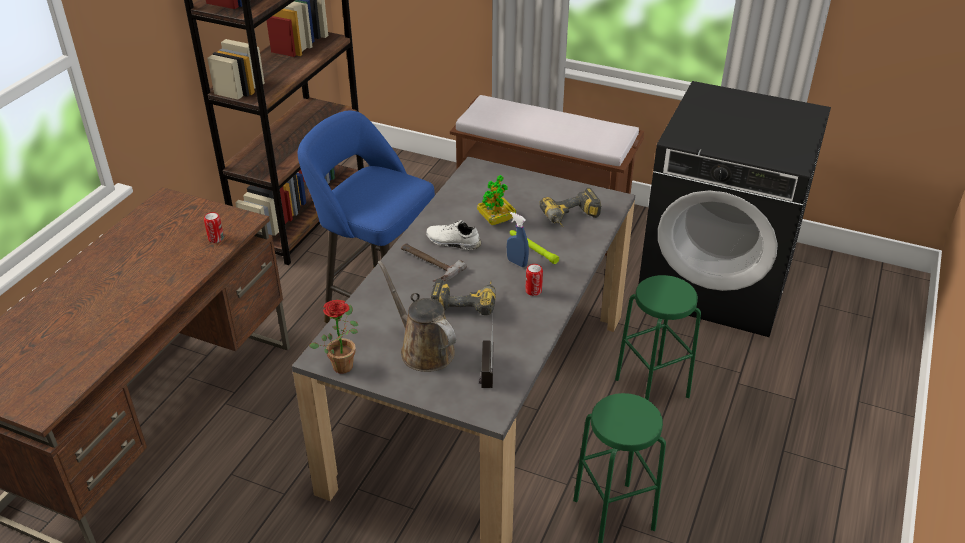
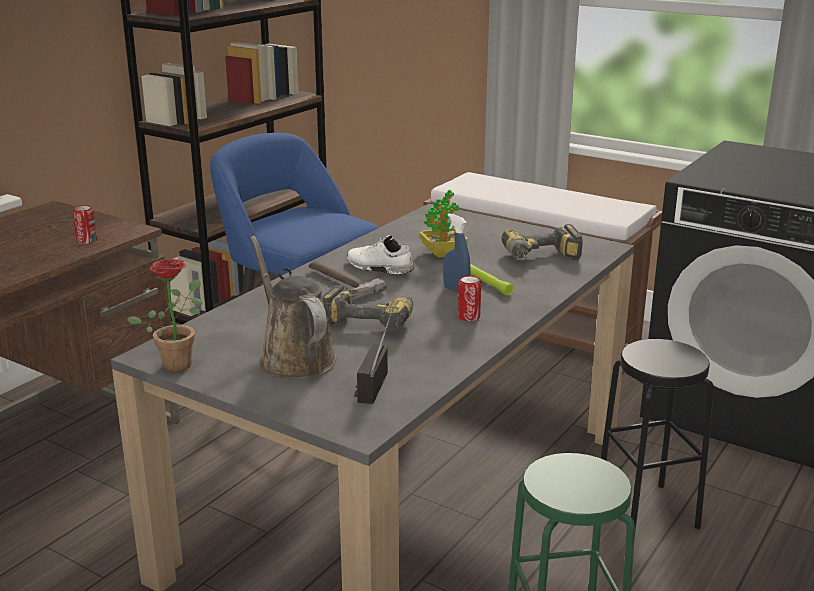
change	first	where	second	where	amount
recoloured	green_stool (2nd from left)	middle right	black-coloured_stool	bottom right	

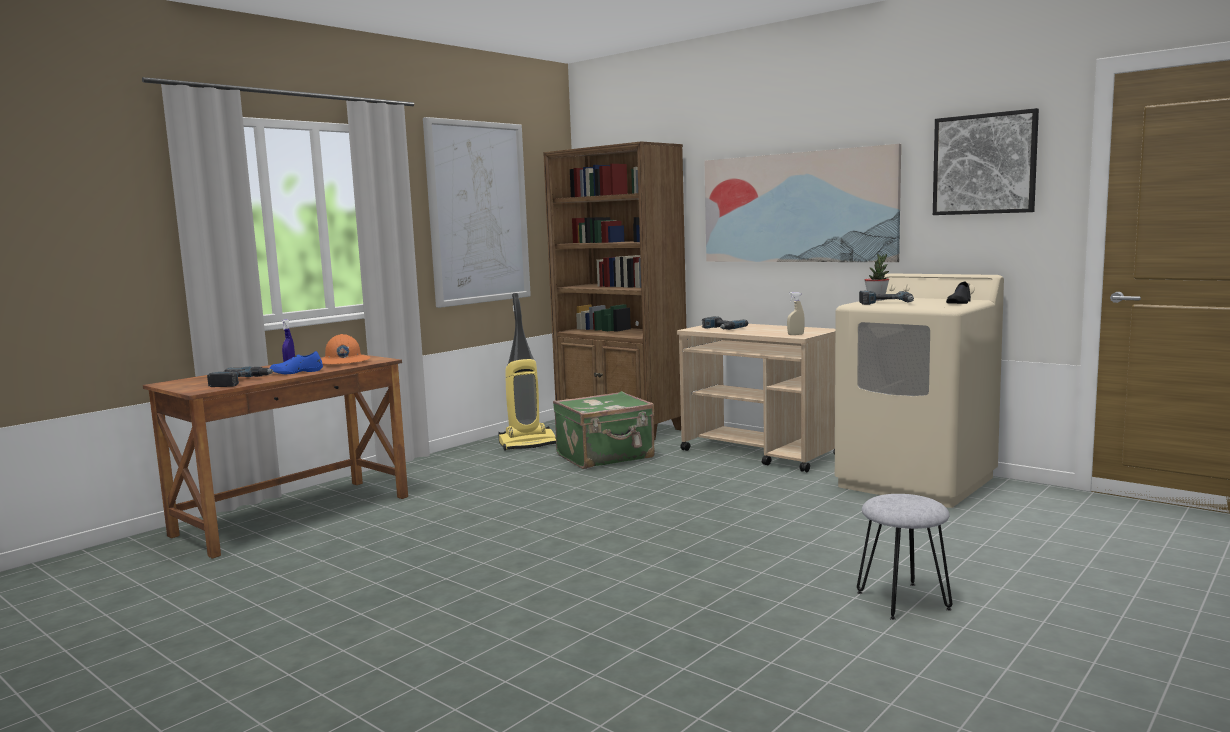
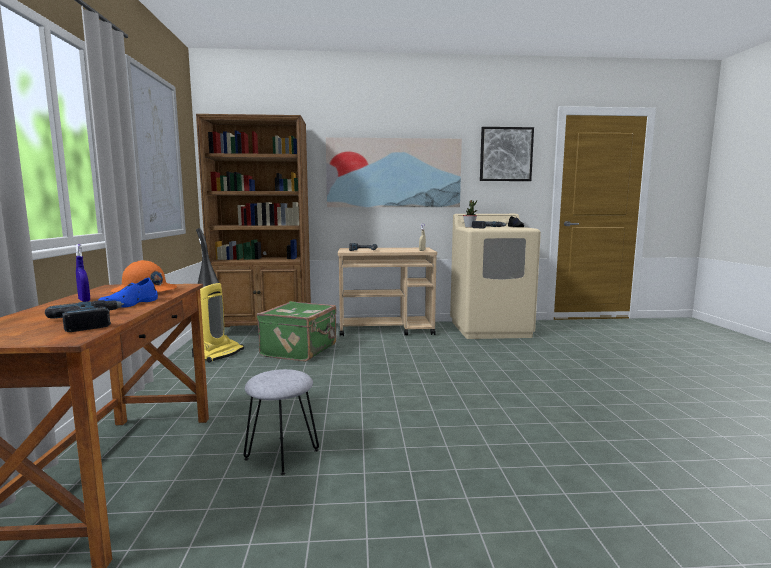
change	first	where	second	where	amount
moved	gray_stool	bottom right		bottom centre	

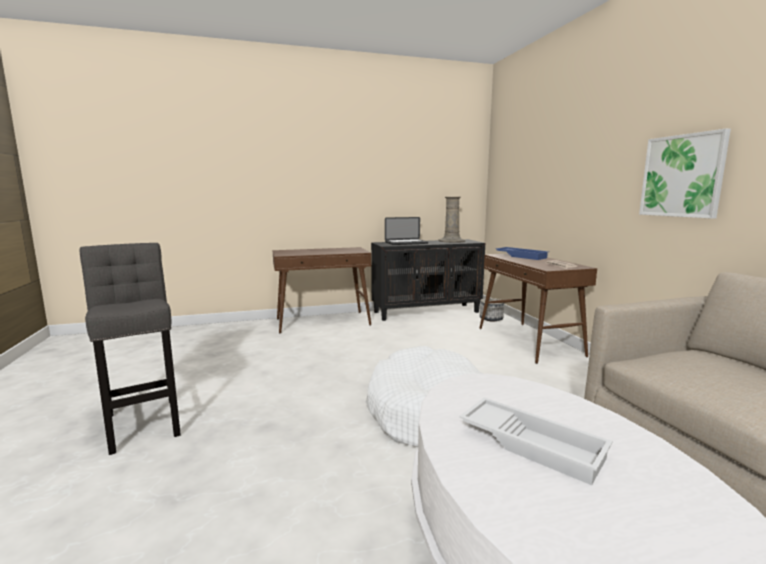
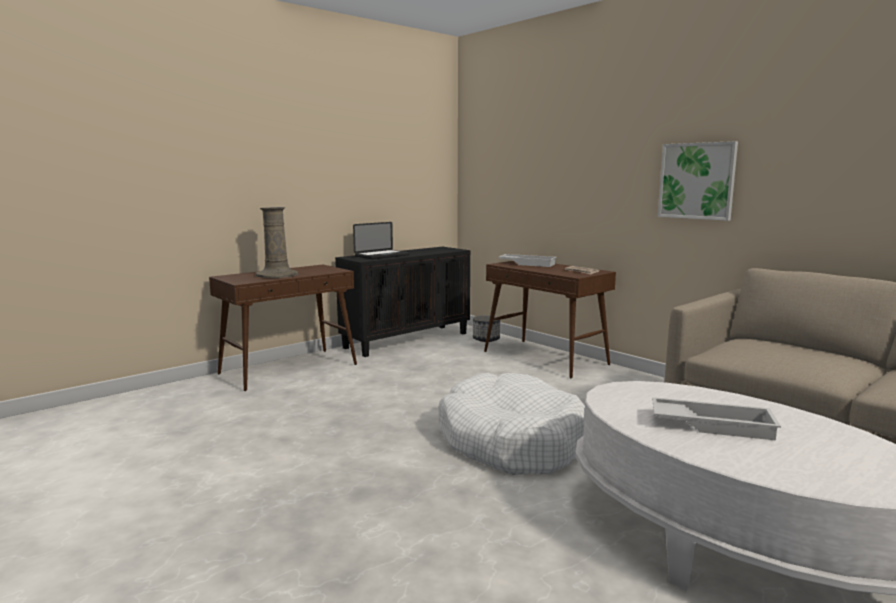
change	first	where	second	where	amount
moved	beige-coloured_vase	centre		middle left	
removed	gray_stool	middle left			
recoloured	blue_carrying_tray	middle right	white-coloured_carrying_tray (1st from left)	centre	

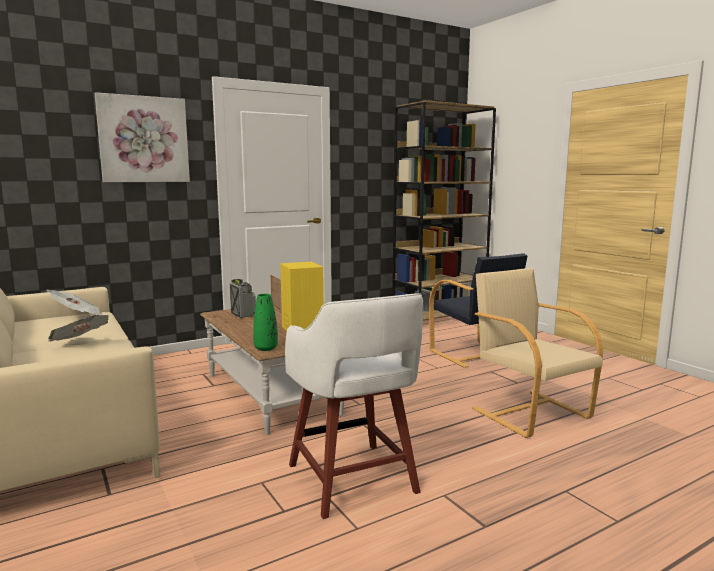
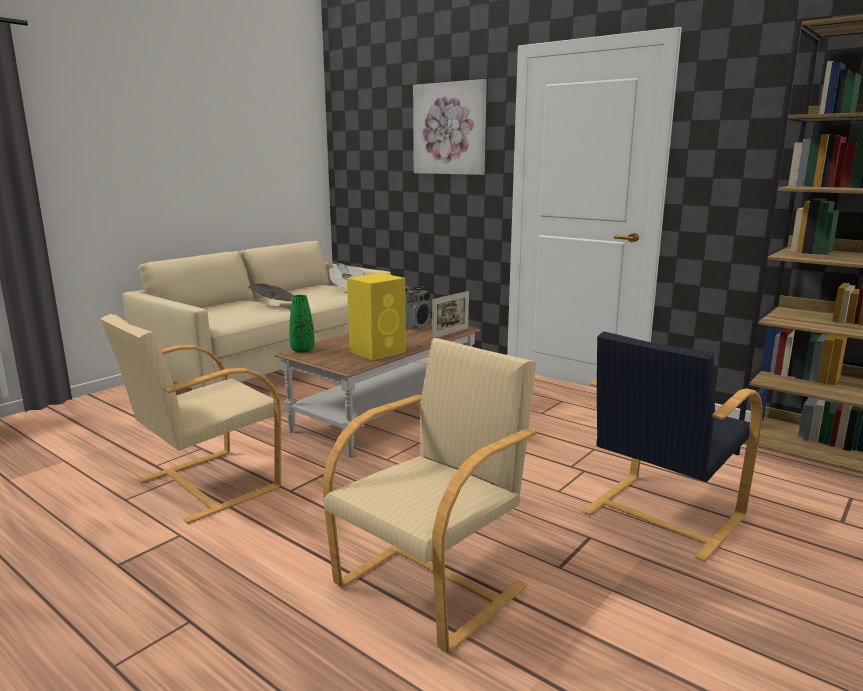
change	first	where	second	where	amount
replaced	white-coloured_stool	bottom centre	beige-coloured_lounge_chair (1st from left)	middle left	

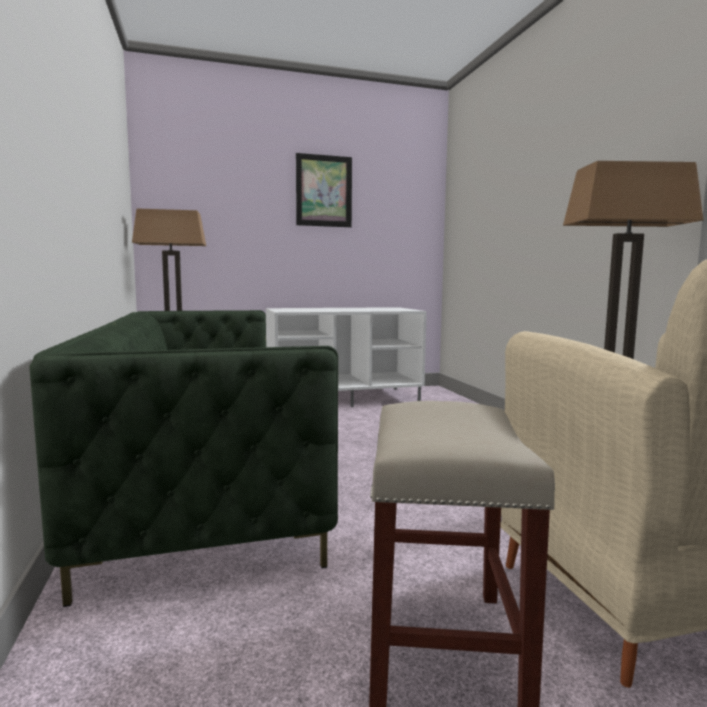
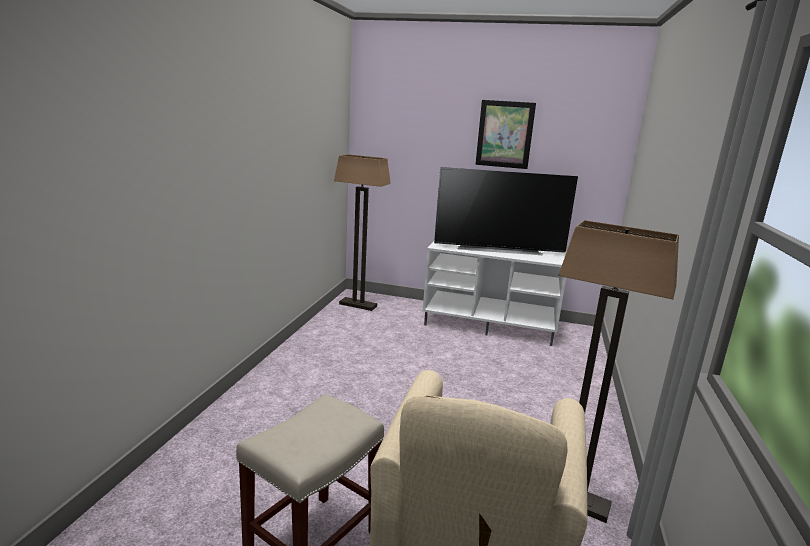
change	first	where	second	where	amount
removed	green_sofa	middle left			
added			TV	centre	

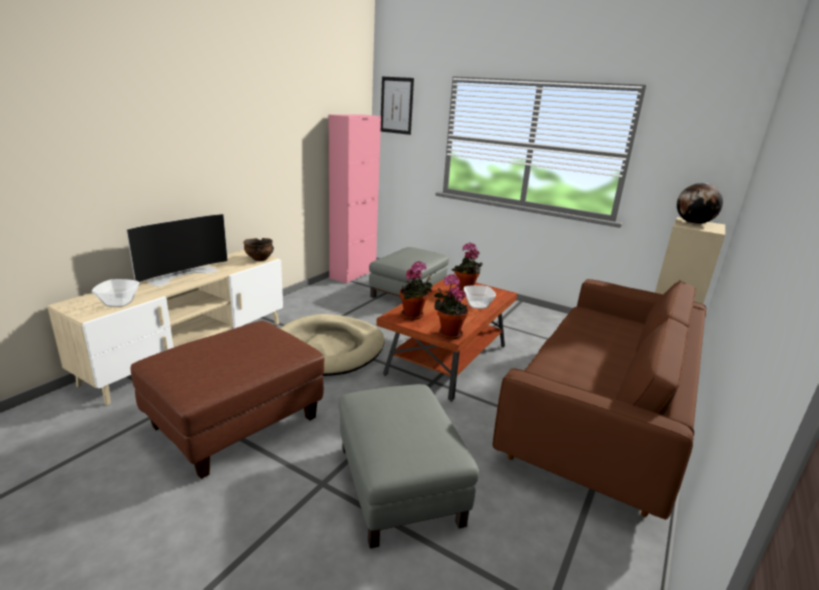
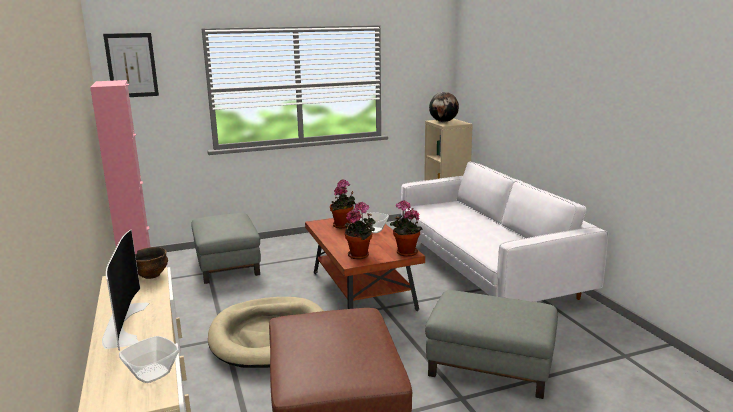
change	first	where	second	where	amount
recoloured	brownish_sofa	bottom right	white-coloured_sofa	middle right	

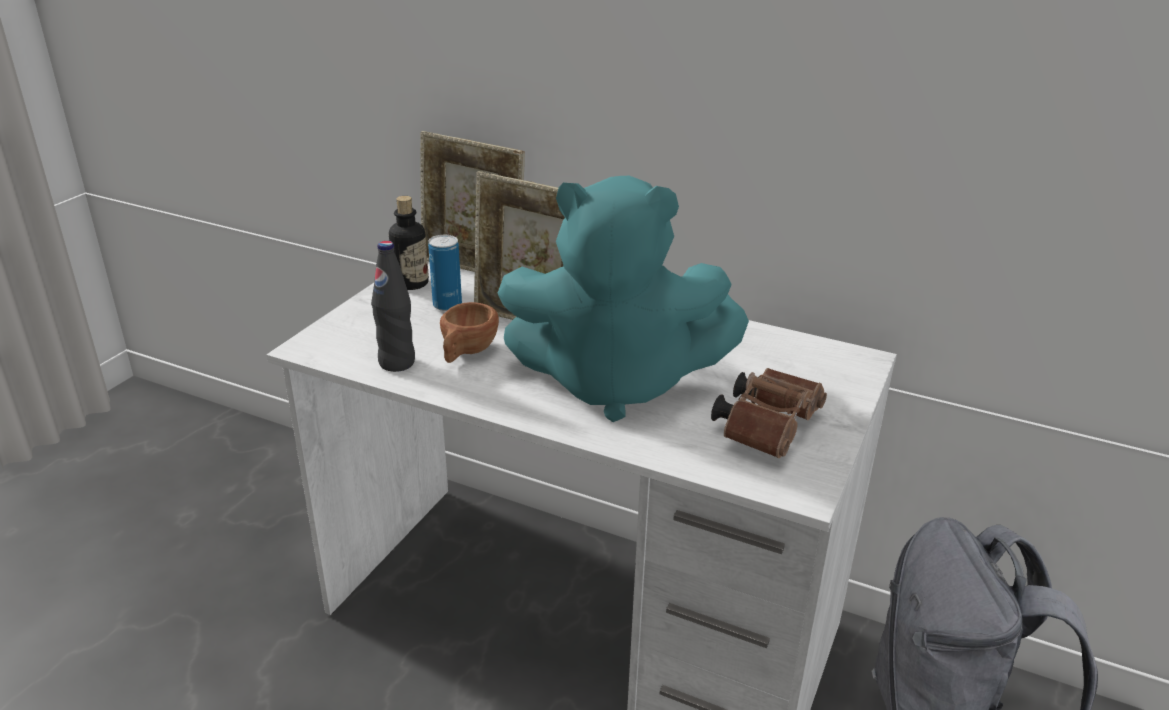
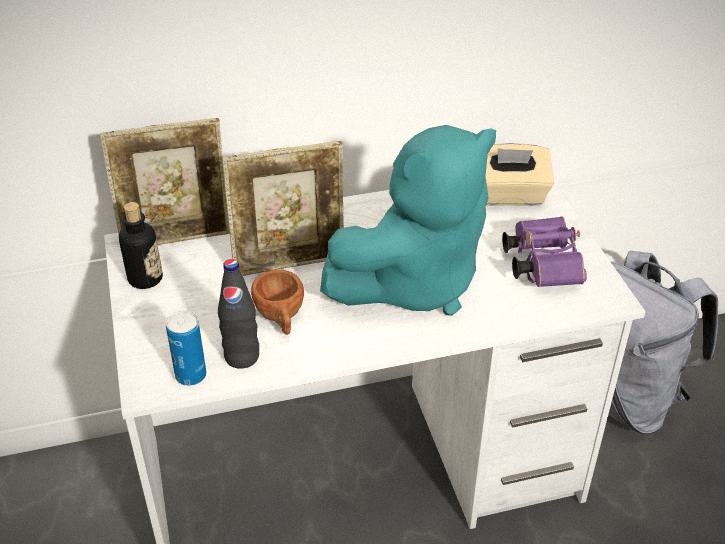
change	first	where	second	where	amount
moved	sealed_can	centre		middle left	
recoloured	brownish_field_glasses	centre	purple_field_glasses	middle right	
added			beige-coloured_tissue_holder	top right	

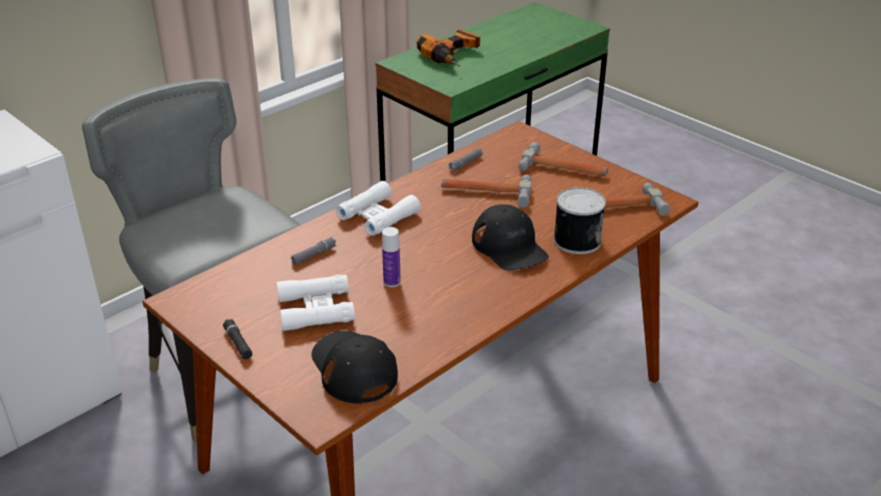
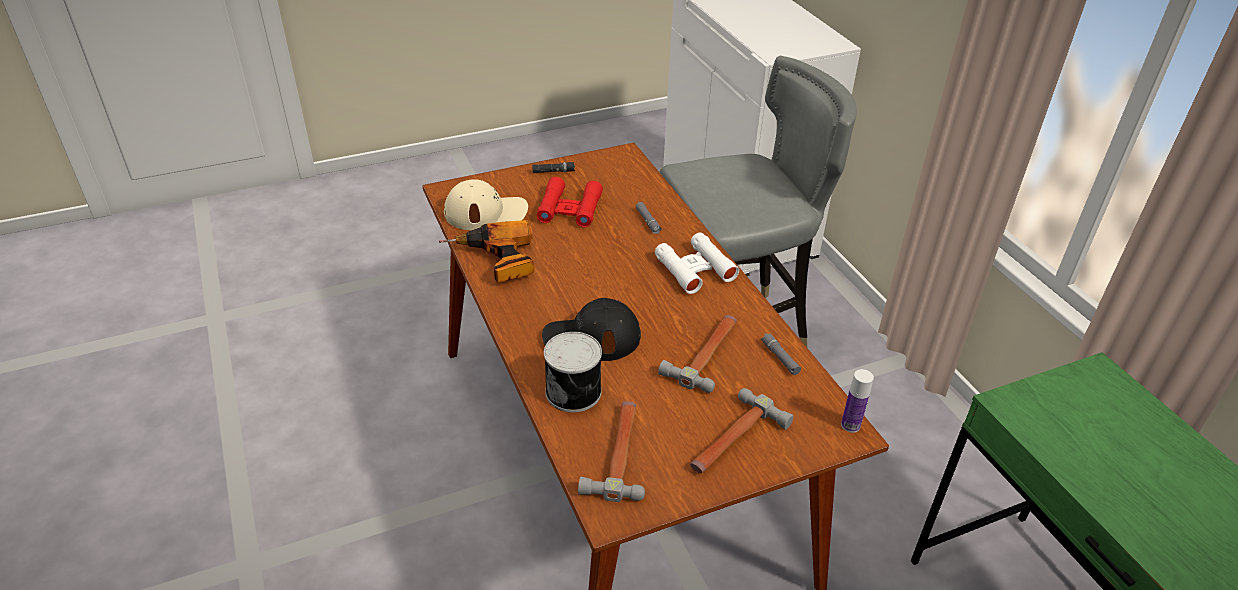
change	first	where	second	where	amount
moved	drill	top centre		centre	
moved	drink_bottle	centre		bottom right	
recoloured	white-coloured_field_glasses (1st from left)	centre	reddish_field_glasses	centre	
recoloured	black-coloured_peaked_cap (1st from left)	bottom centre	beige-coloured_peaked_cap	centre	

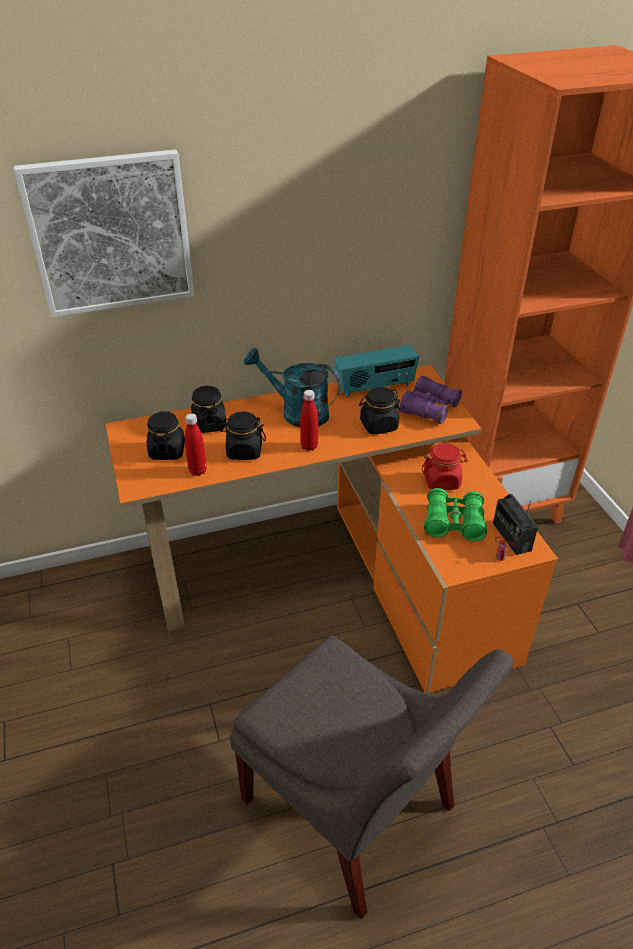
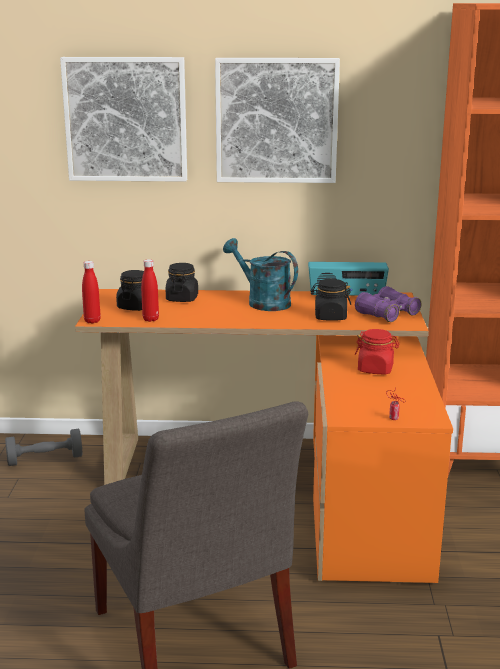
change	first	where	second	where	amount
moved	reddish_drink_bottle (2nd from left in the first image)	centre	reddish_drink_bottle (1st from left)	middle left	
removed	black-coloured_preserve_jar (3rd from left)	centre			
removed	green_field_glasses	middle right			
removed	radio_set (2nd from left)	middle right			
added			wall_picture (2nd from left)	top centre	
added			gray_hand_weight	bottom left	

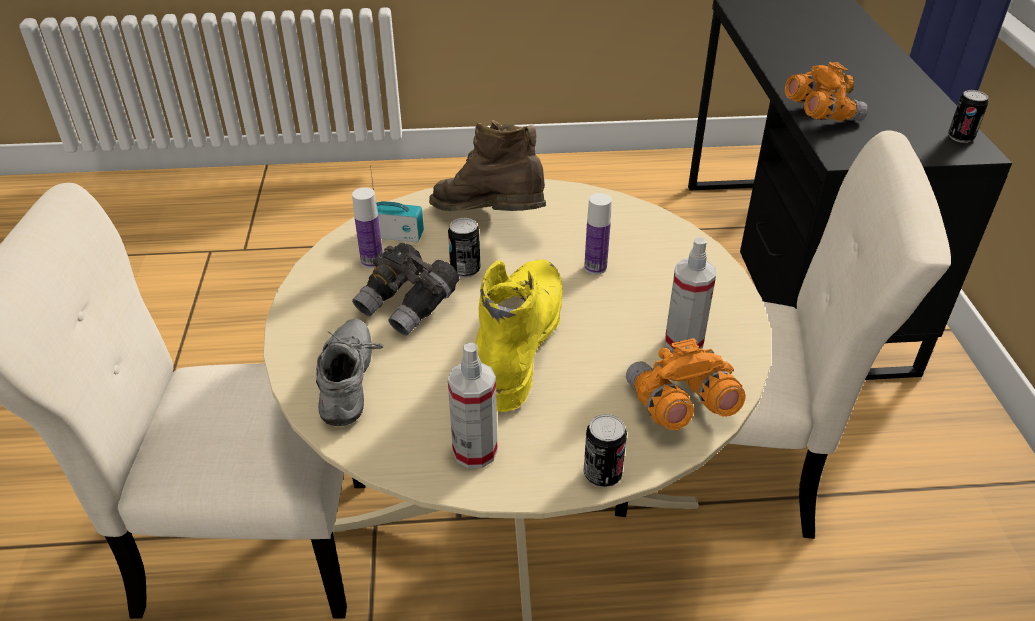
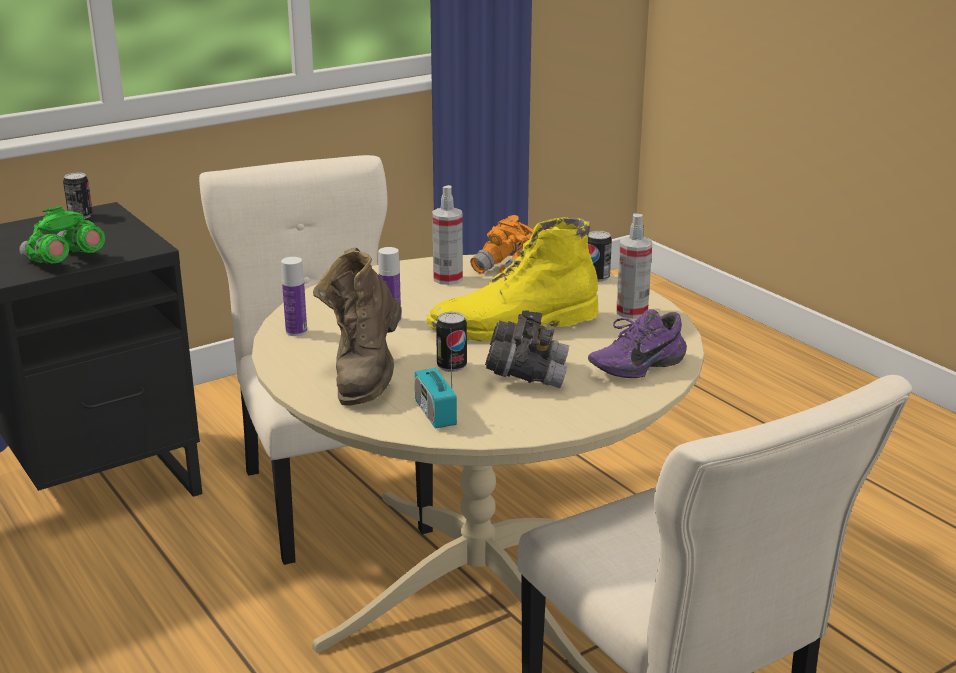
change	first	where	second	where	amount
recoloured	orangey_field_glasses (2nd from left)	top right	green_field_glasses	middle left	
moved	drink_bottle (1st from left)	centre		middle left	
recoloured	gray_shoe	centre	purple_shoe	centre	

